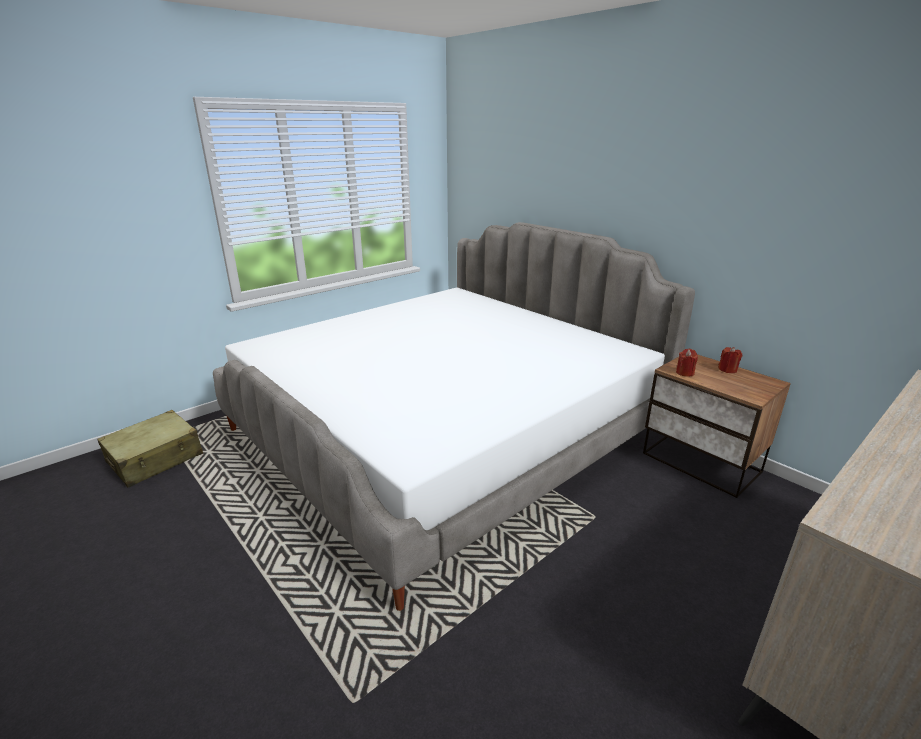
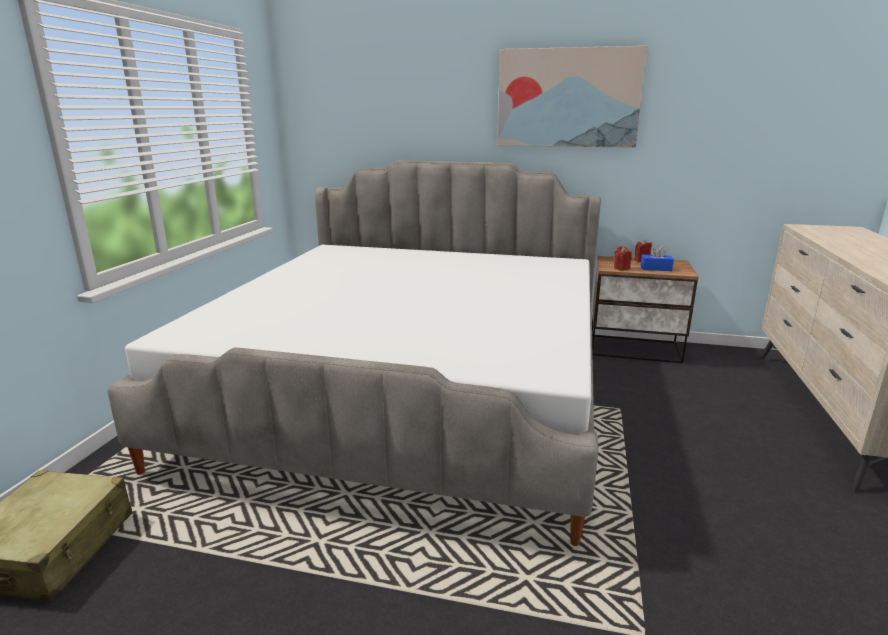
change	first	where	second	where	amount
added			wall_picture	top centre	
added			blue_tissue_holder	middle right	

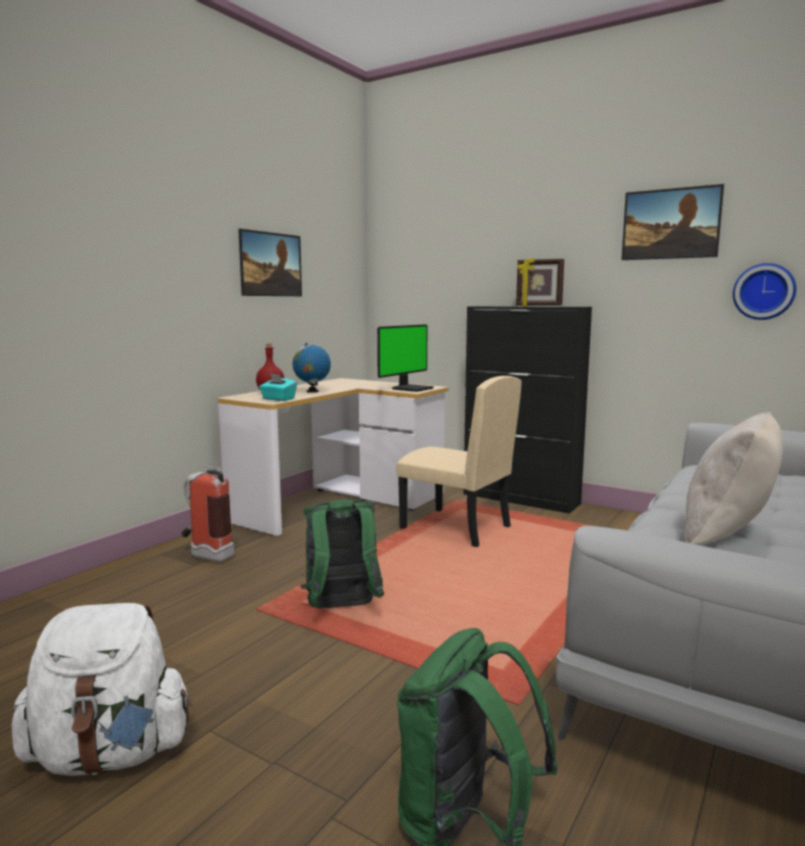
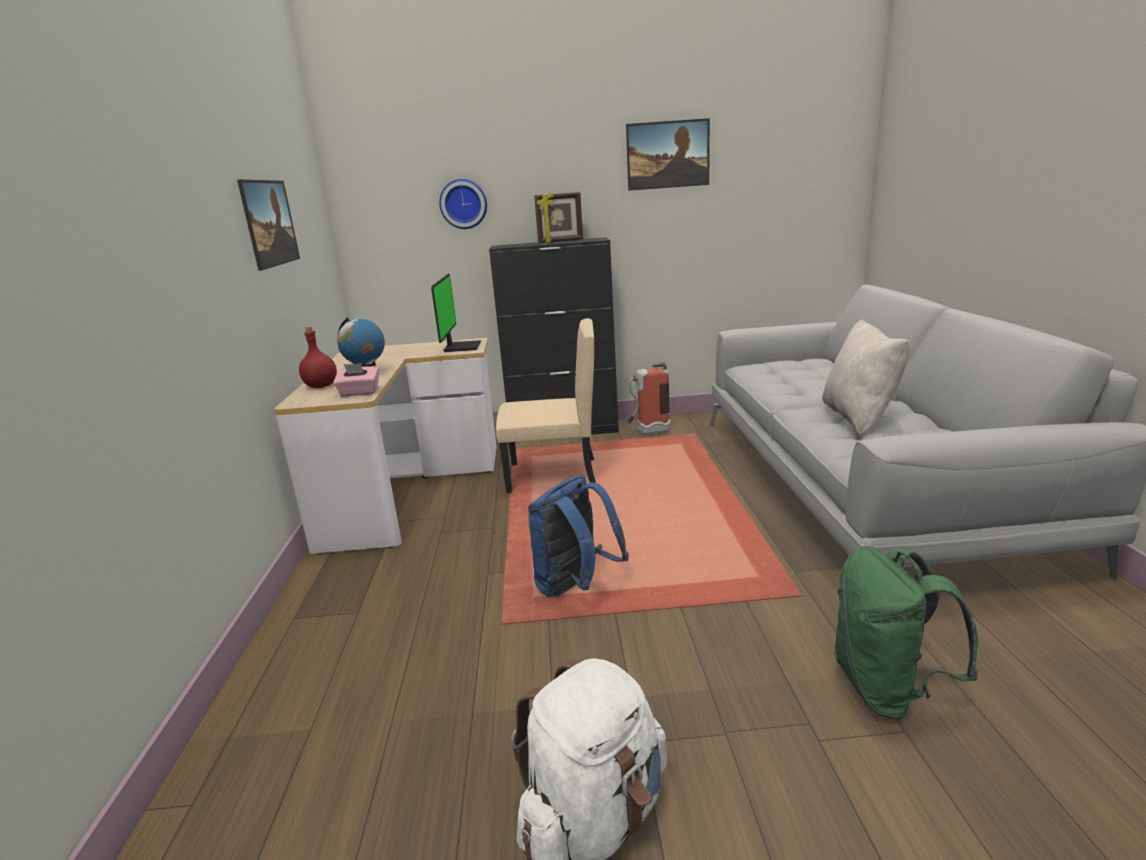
change	first	where	second	where	amount
moved	clock_on_the_wall	middle right		top centre	
recoloured	turquoise_tissue_holder	centre	pink_tissue_holder	middle left	
moved	extinguisher	middle left		centre	
recoloured	green_knapsack (1st from left)	centre	blue_knapsack	centre	

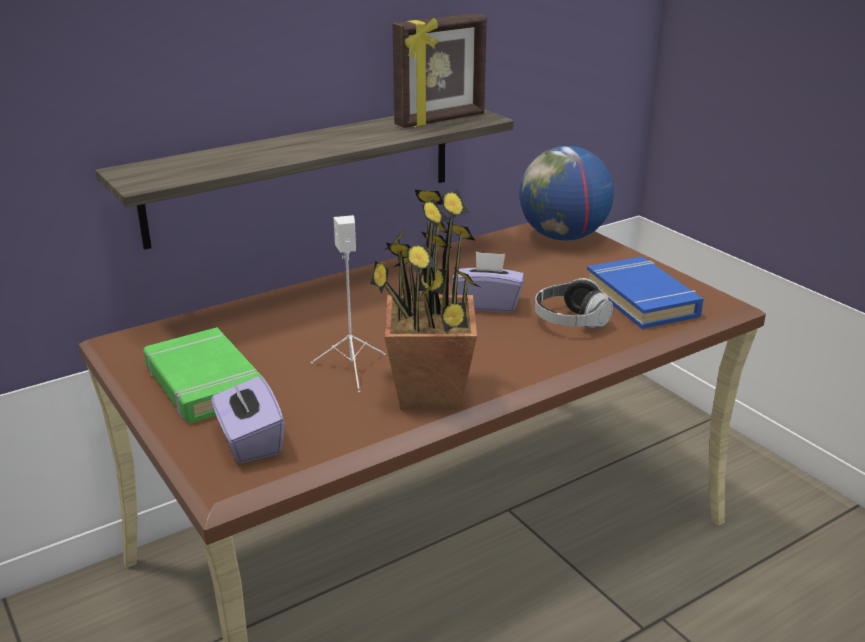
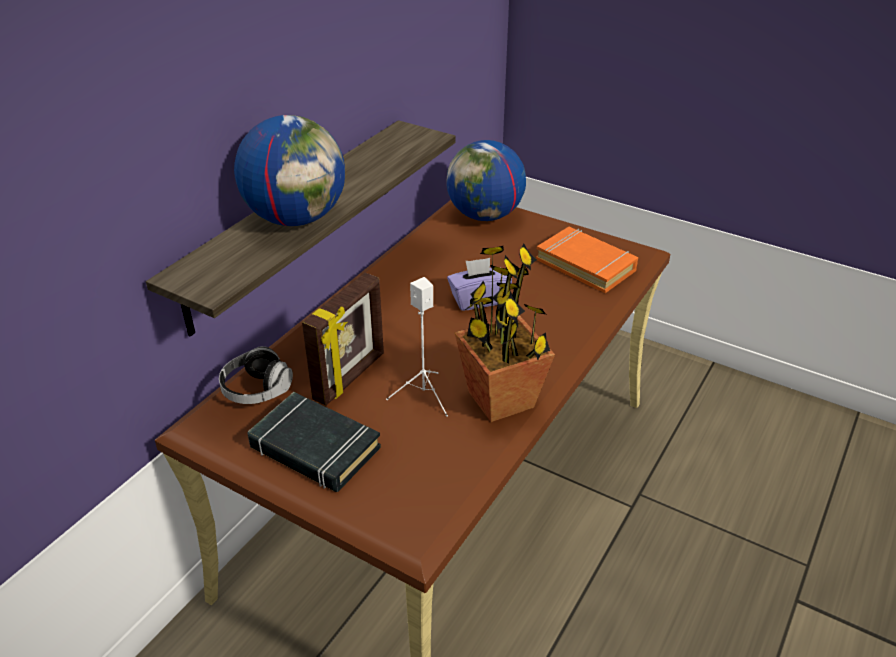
change	first	where	second	where	amount
moved	picture_frame	top centre		centre	
recoloured	blue_volume	middle right	orangey_volume	centre	
moved	pair_of_headphones	centre		middle left	
recoloured	green_volume	middle left	black-coloured_volume	bottom centre	
removed	purple_tissue_holder (1st from left)	middle left			
added			globe (1st from left)	top left	

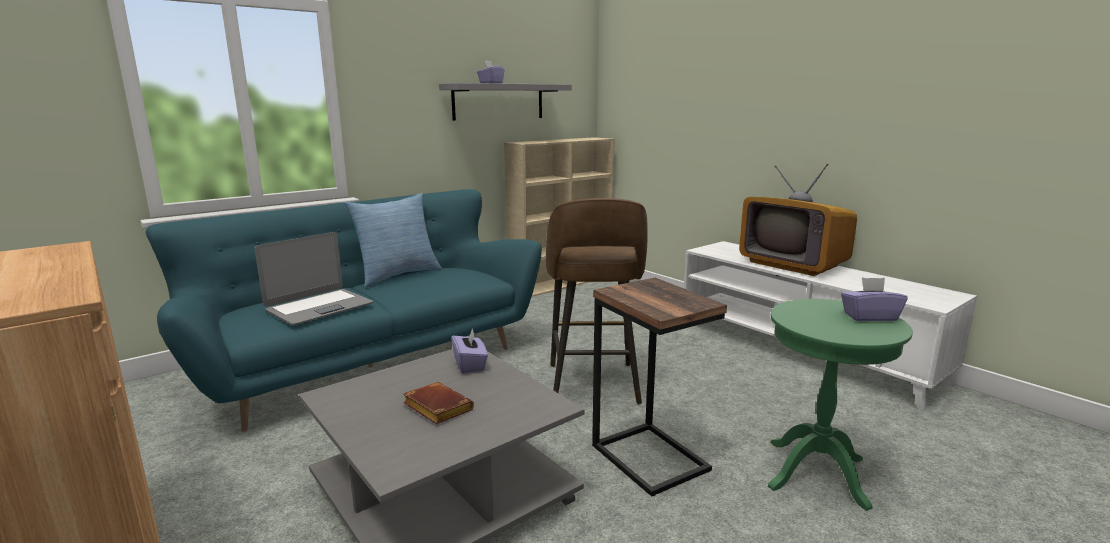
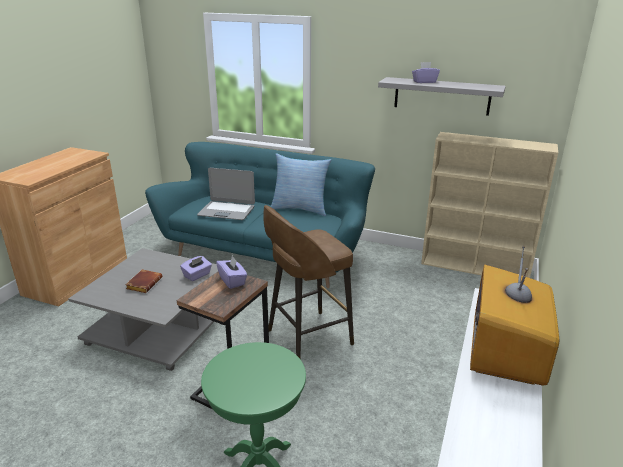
change	first	where	second	where	amount
moved	purple_tissue_holder (3rd from left in the first image)	middle right	purple_tissue_holder (2nd from left)	centre	

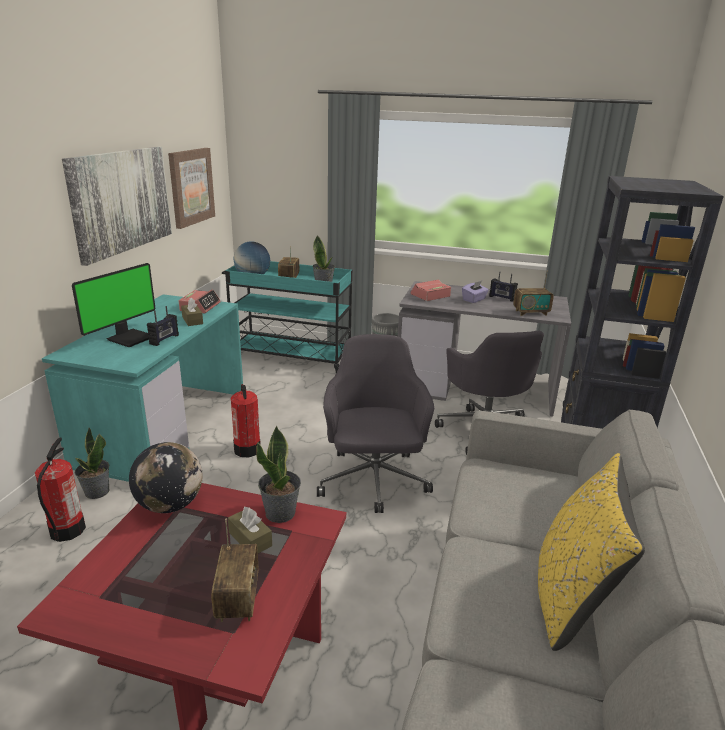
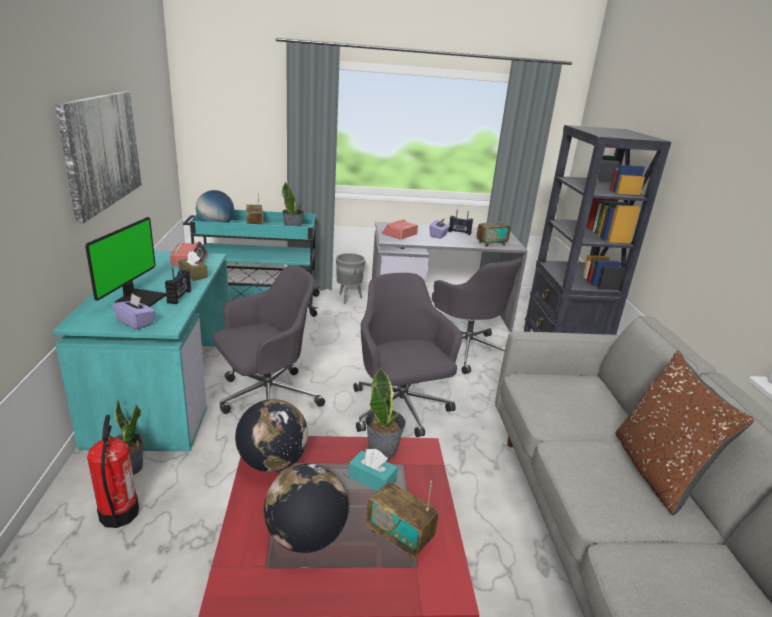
change	first	where	second	where	amount
removed	wall_picture (2nd from left)	top left			
replaced	extinguisher (2nd from left)	centre	gray_office_chair (1st from left)	centre	
recoloured	yellow_throw_pillow	bottom right	brownish_throw_pillow	bottom right	
recoloured	brownish_tissue_holder (2nd from left)	bottom centre	turquoise_tissue_holder	bottom centre	
turned	radio_set (2nd from left in the first image)	bottom left	radio_set (3rd from left)	bottom centre	150 degrees clockwise
added			purple_tissue_holder (1st from left)	middle left	
added			globe (3rd from left)	bottom centre	

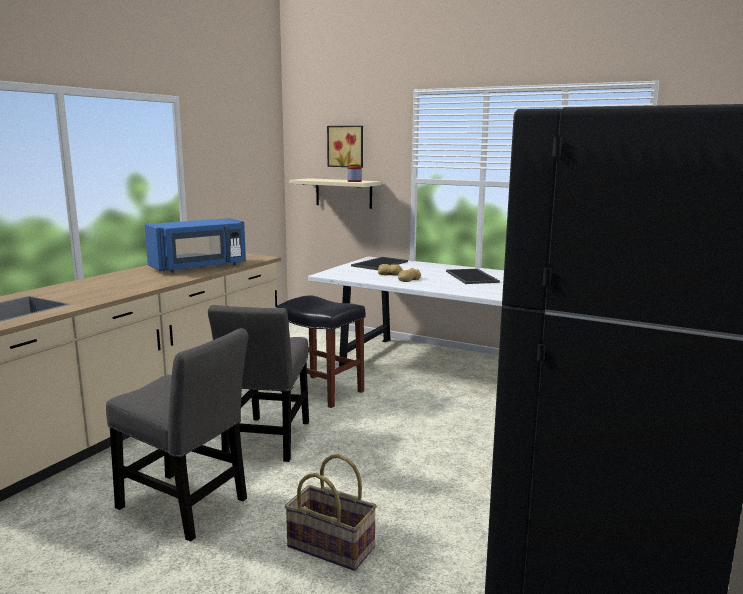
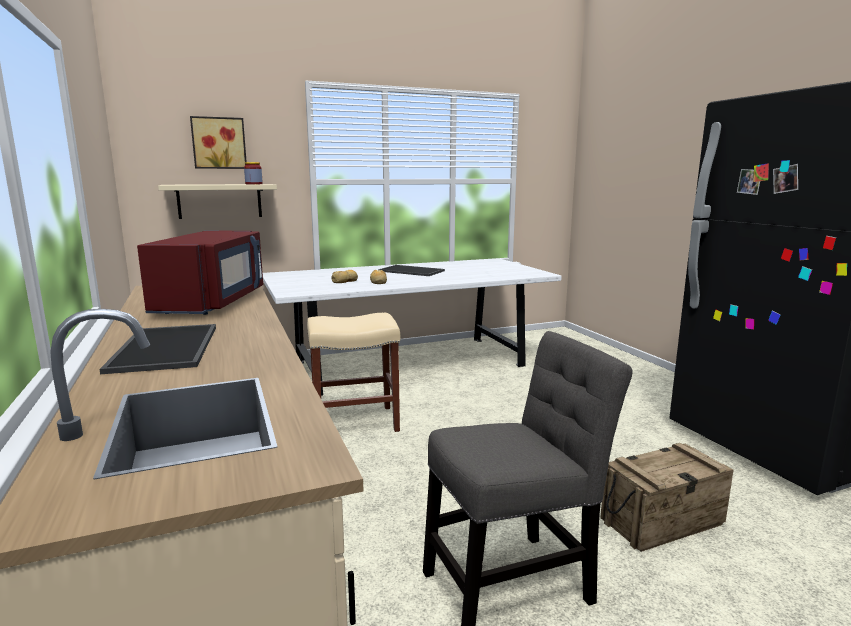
change	first	where	second	where	amount
recoloured	blue_microwave_oven	middle left	reddish_microwave_oven	middle left	
moved	carrying_tray (1st from left)	centre		middle left	
recoloured	black-coloured_stool	centre	beige-coloured_stool	centre	
removed	gray_chair (2nd from left)	centre			
replaced	storage_basket	bottom centre	shipping_crate	bottom right	

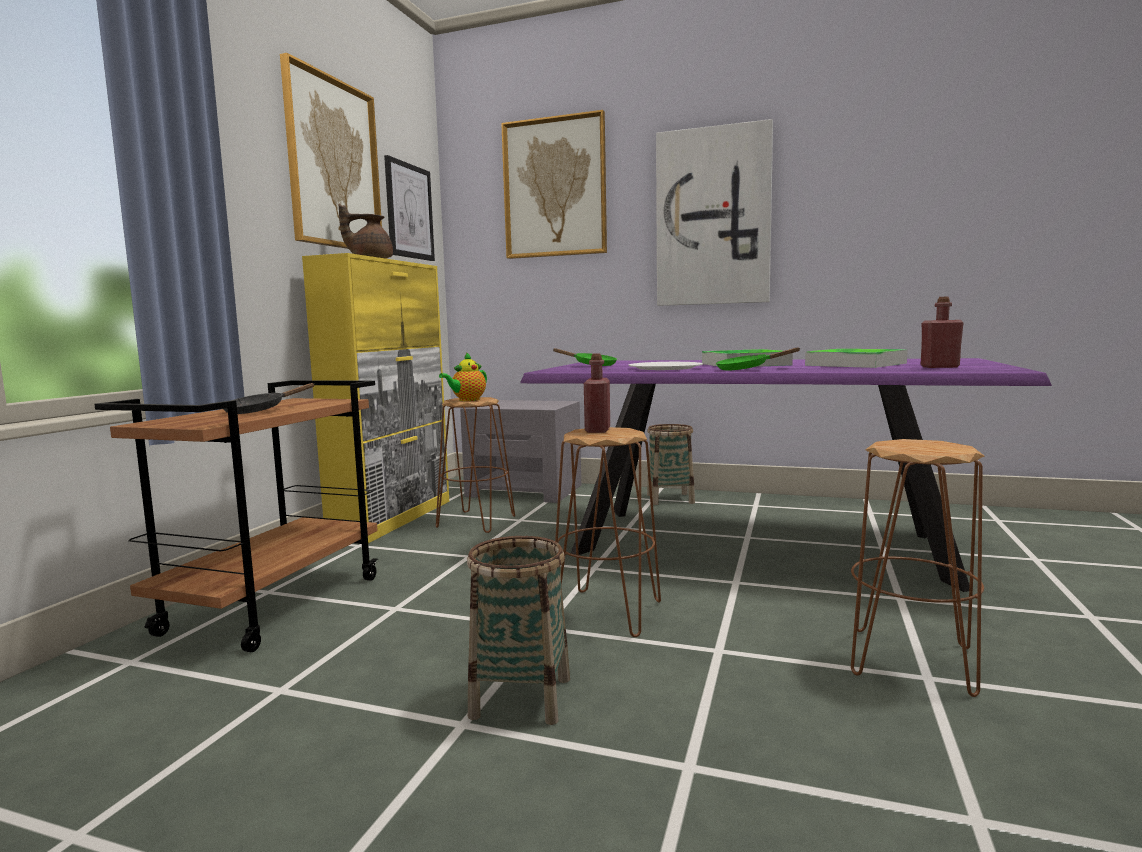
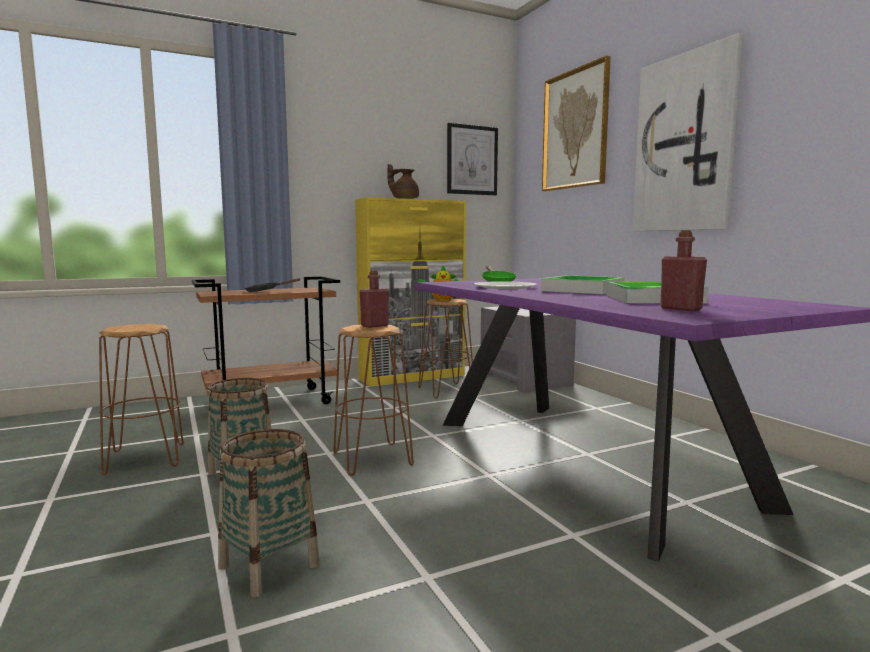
change	first	where	second	where	amount
removed	wall_picture (1st from left)	top left			
removed	green_pan (2nd from left)	centre			
moved	storage_basket (2nd from left)	centre		bottom left	
moved	brownish_stool (3rd from left in the first image)	bottom right	brownish_stool (1st from left)	middle left	

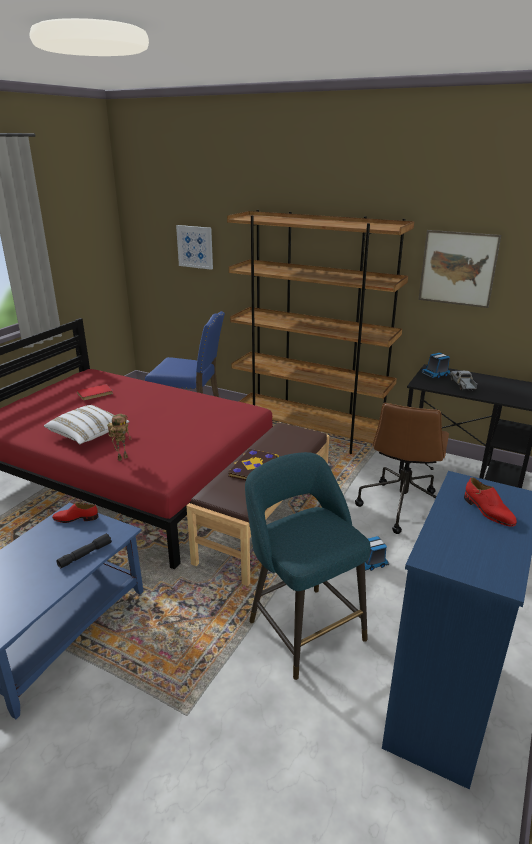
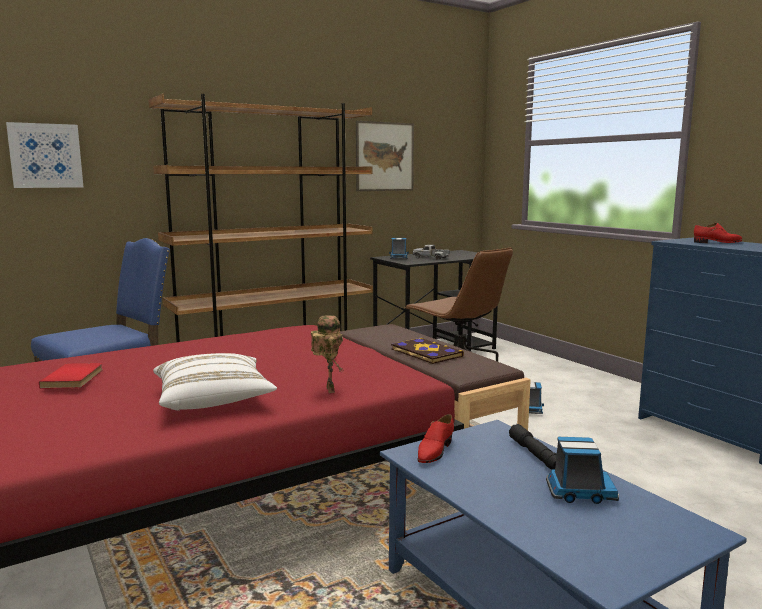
change	first	where	second	where	amount
removed	turquoise_stool	bottom centre			
added			toy_lorry (4th from left)	bottom right	

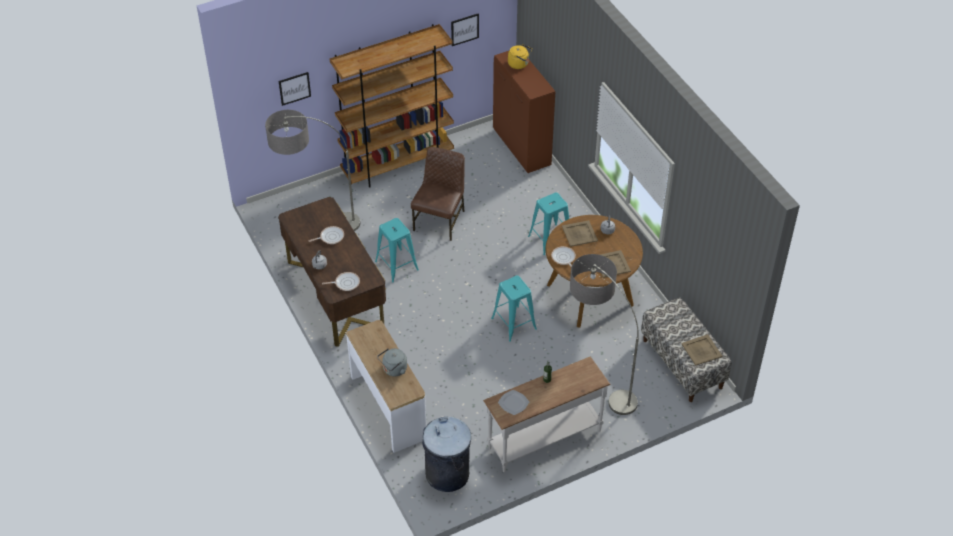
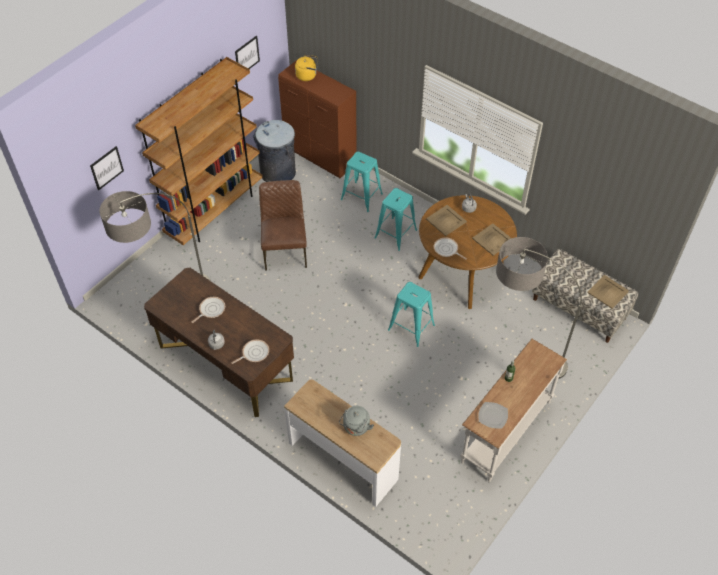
change	first	where	second	where	amount
moved	turquoise_stool (1st from left)	centre		top centre	
moved	gray_trash_can	bottom centre		top centre	

